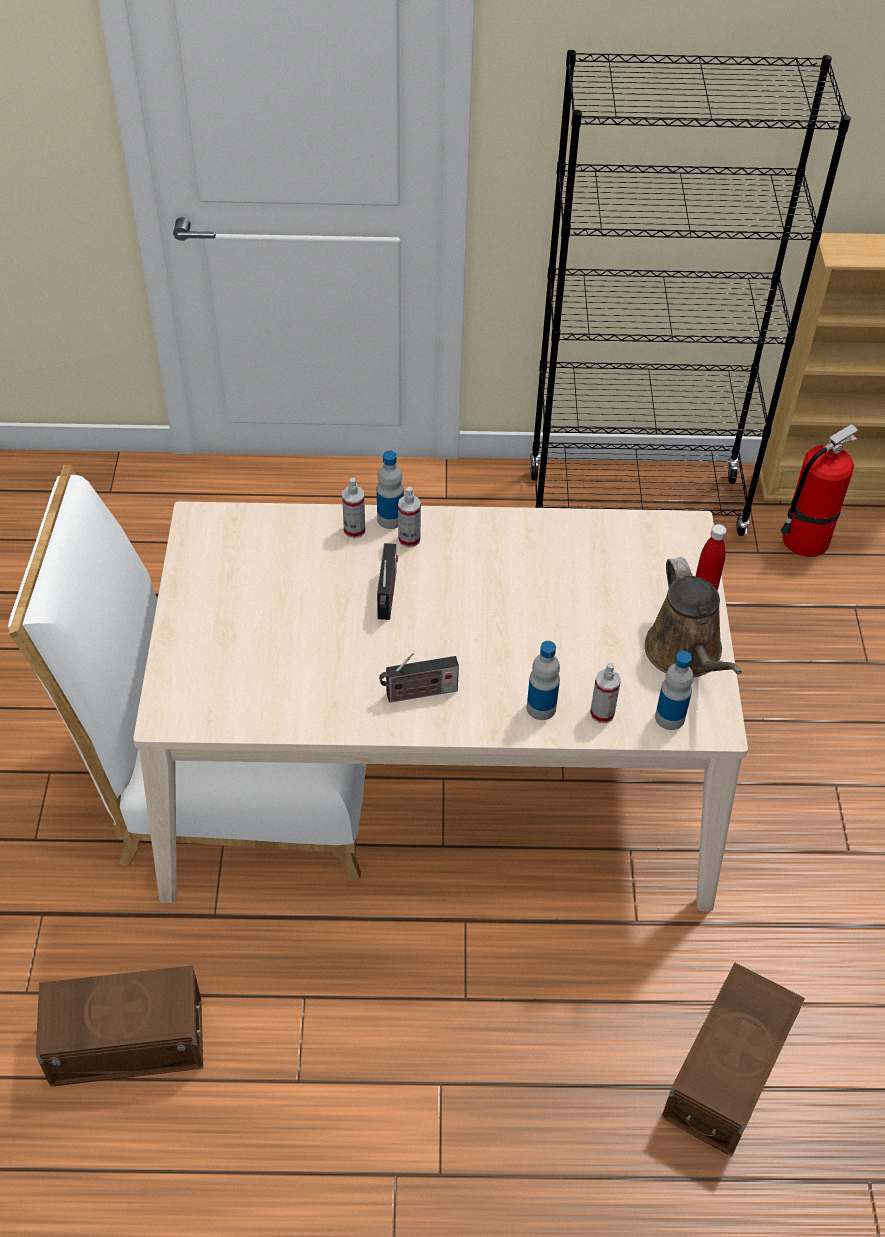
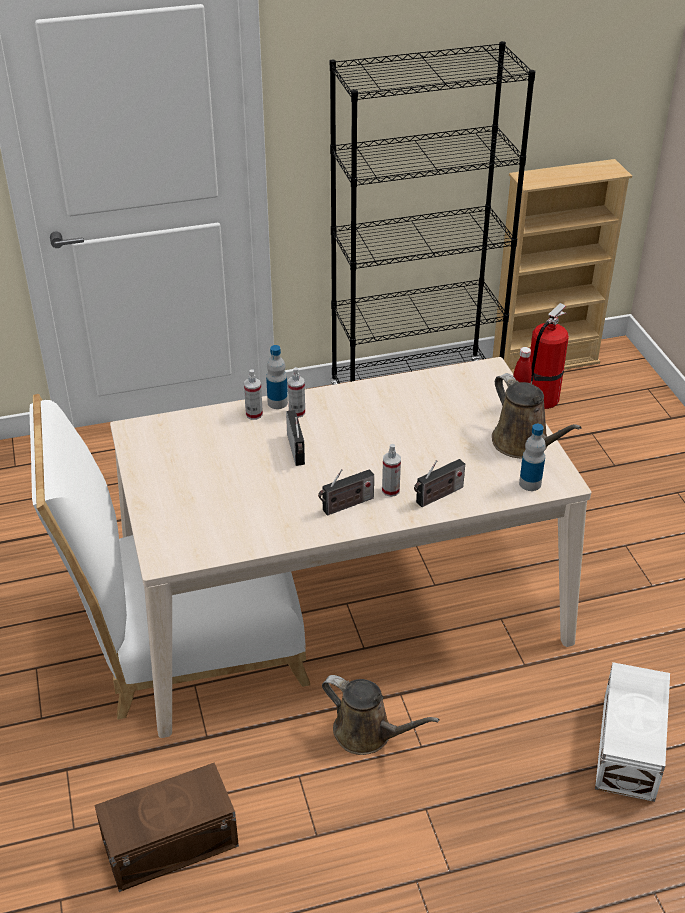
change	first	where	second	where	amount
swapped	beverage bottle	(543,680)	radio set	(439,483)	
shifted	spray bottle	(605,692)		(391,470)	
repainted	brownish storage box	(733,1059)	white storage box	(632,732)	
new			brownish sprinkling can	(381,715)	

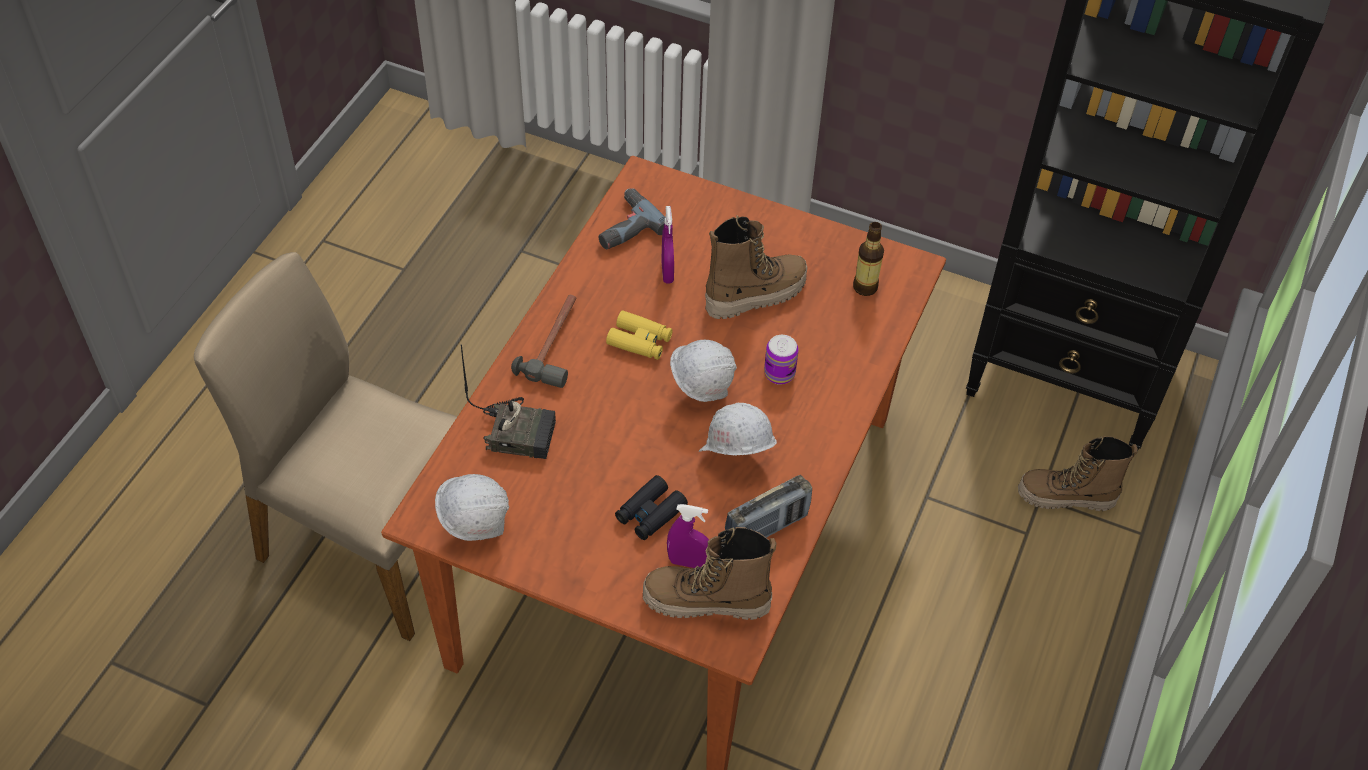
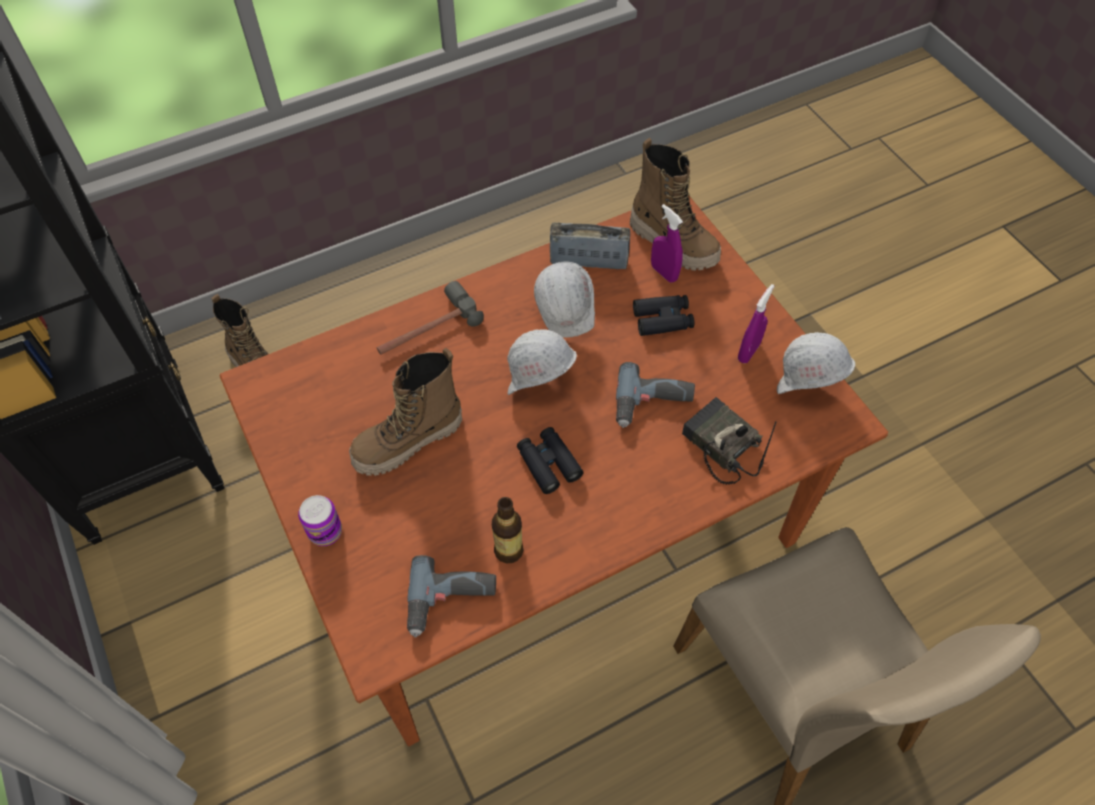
change	first	where	second	where	amount
shifted	purple-coloured spray bottle	(667,245)		(756,323)	
rotated	tall boot	(756,267)		(405,412)	45 degrees counterclockwise
shifted	beverage bottle	(868,259)		(508,530)	
shifted	hand hammer	(543,341)		(430,318)	
repainted	yellow binoculars	(639,335)	blackish binoculars	(550,460)	
shifted	can	(781,360)		(320,520)	
new			electric drill	(655,395)	

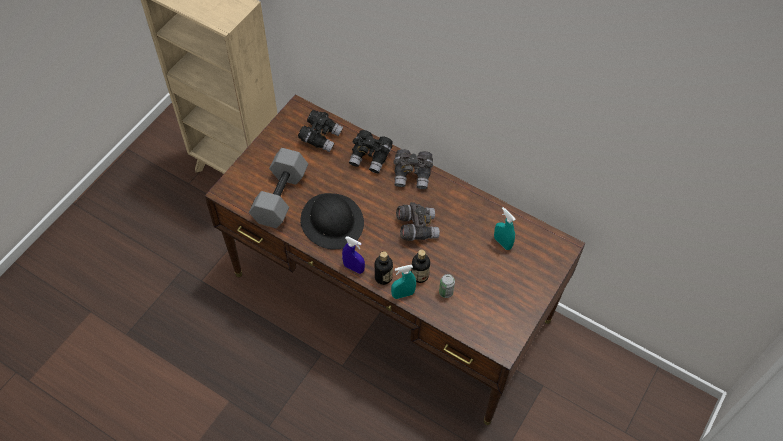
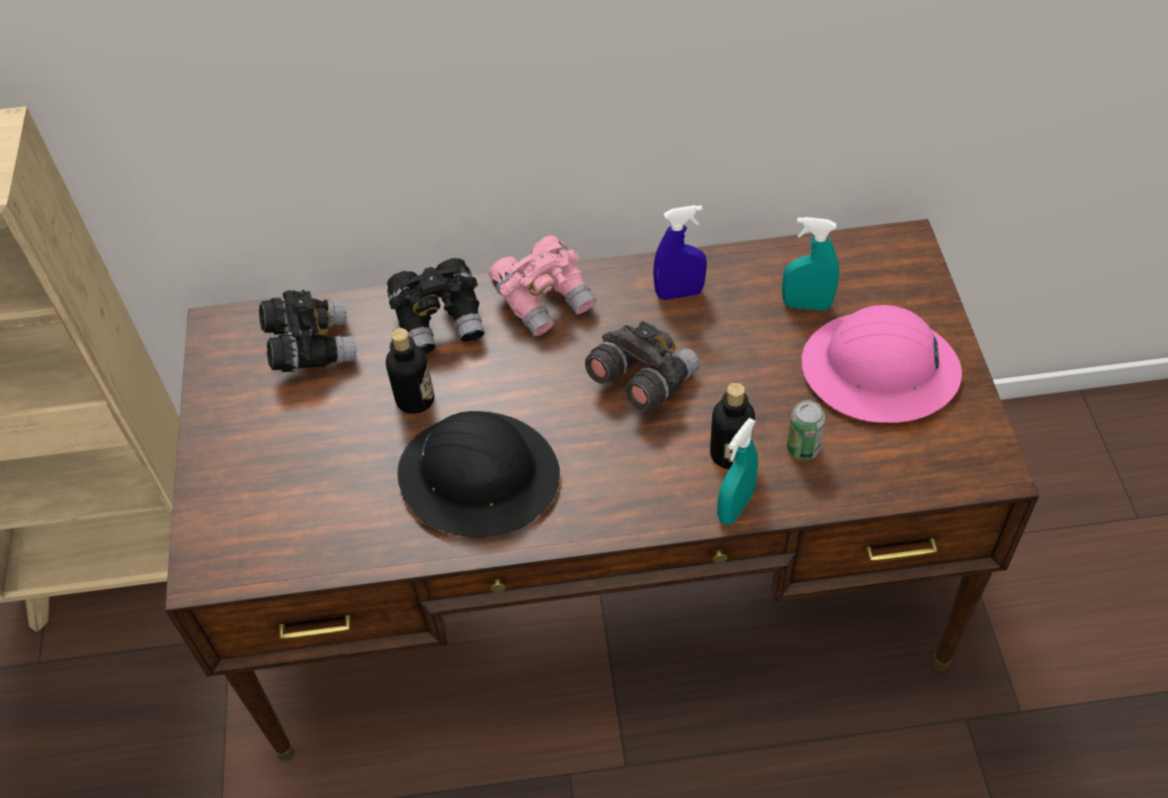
change	first	where	second	where	amount
gone	gray hand weight	(278,188)			
repainted	gray binoculars	(413,169)	pink binoculars	(542,286)	
shifted	blue spray bottle	(353,255)		(680,252)	
shifted	beverage bottle	(384,268)		(410,371)	
new			pink work helmet	(882,364)	

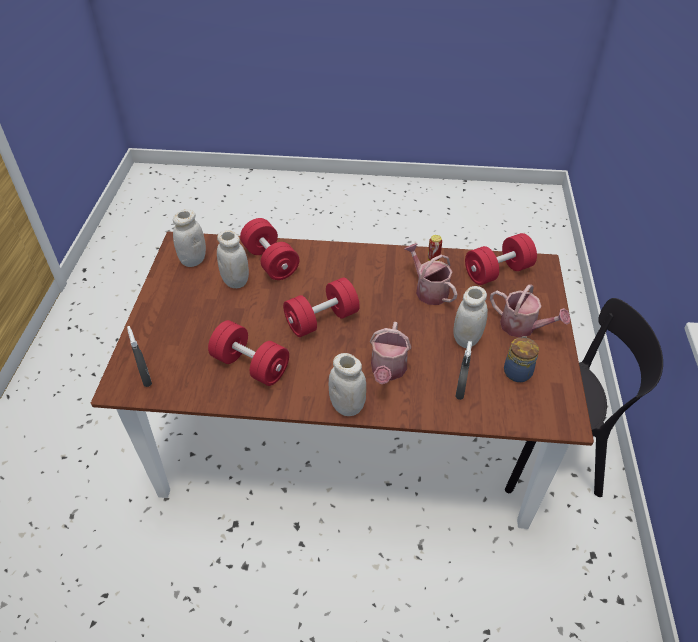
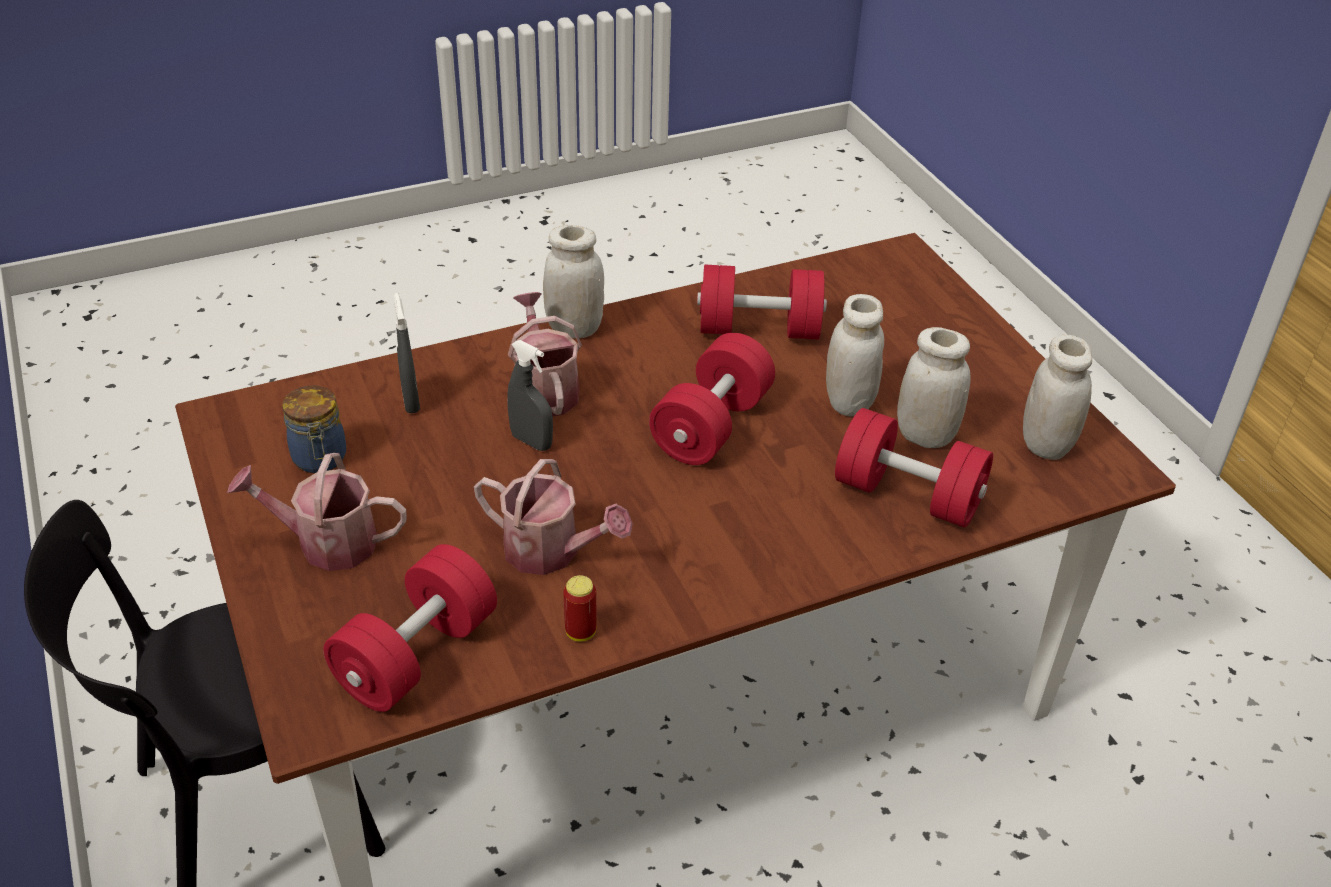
change	first	where	second	where	amount
shifted	white preserve jar	(471,317)		(855,355)	
shifted	gray spray bottle	(139,356)		(530,395)	

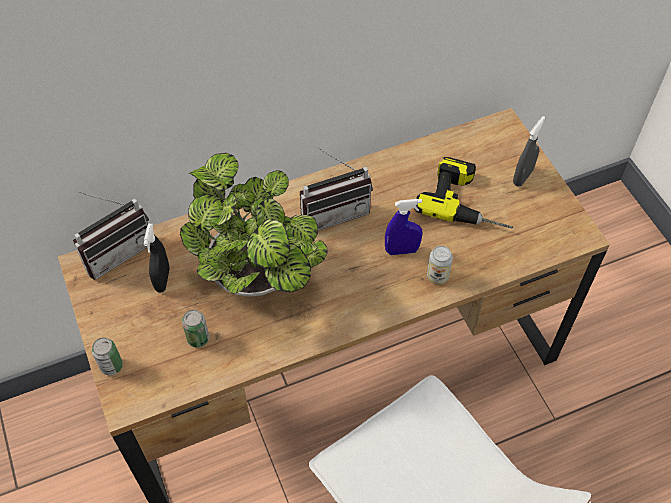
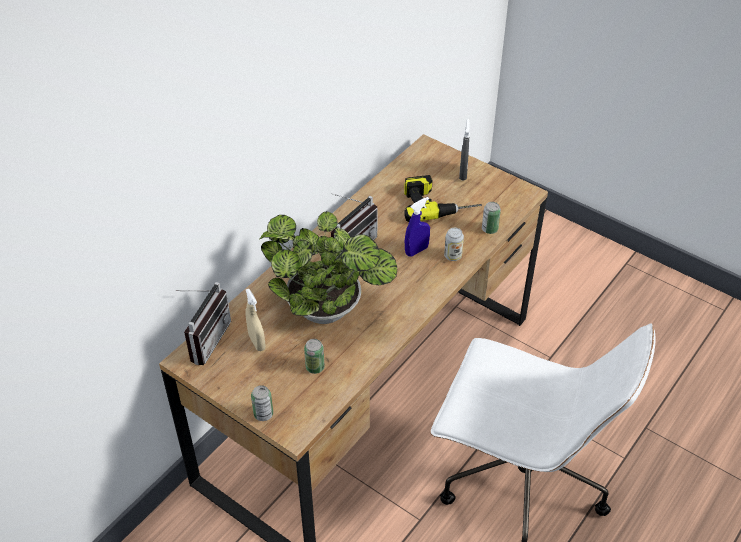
change	first	where	second	where	amount
repainted	blackish spray bottle	(157,258)	beige spray bottle	(255,320)	
new			can	(491,218)	

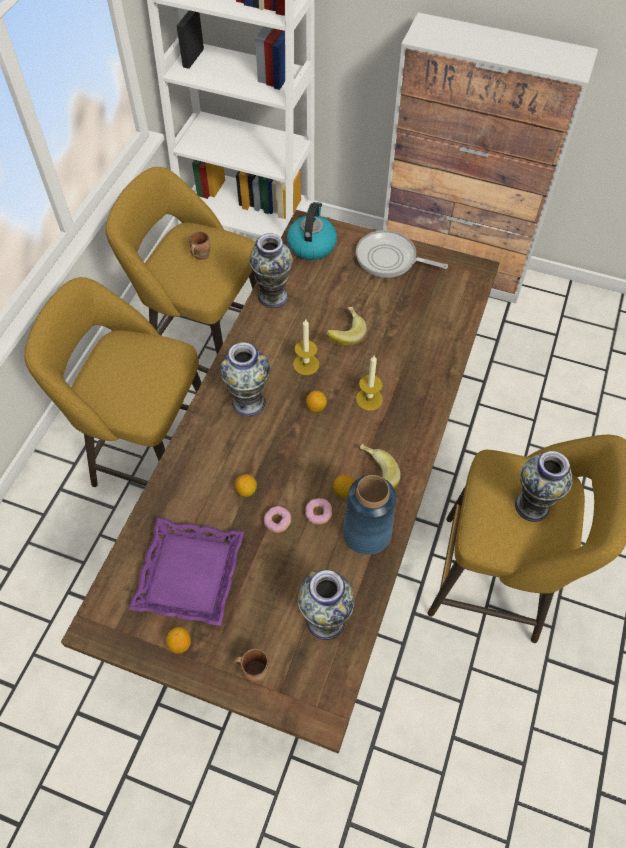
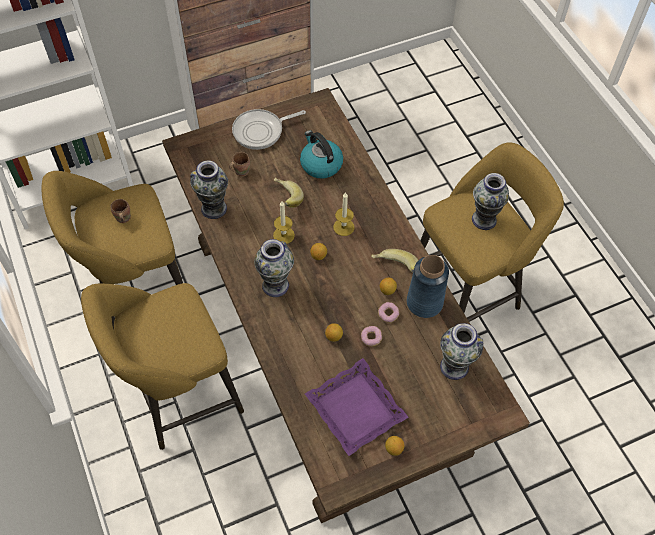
change	first	where	second	where	amount
shifted	kettle	(312,231)		(321,154)	
shifted	brownish mug	(251,665)		(239,164)	

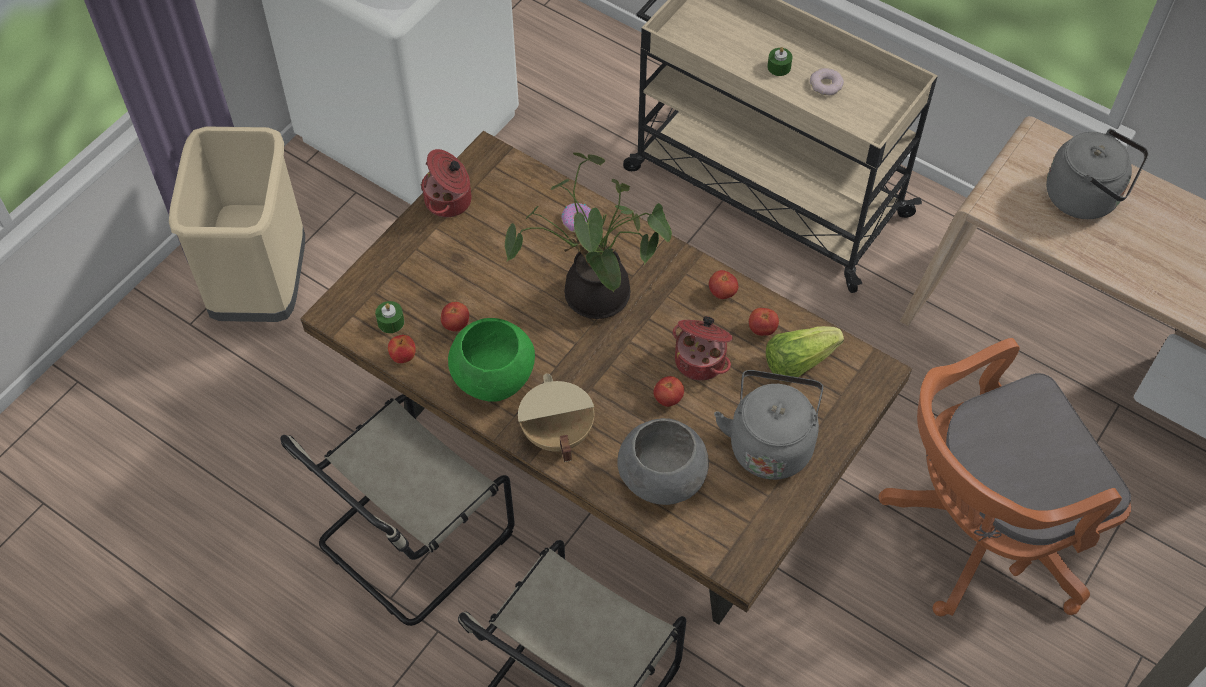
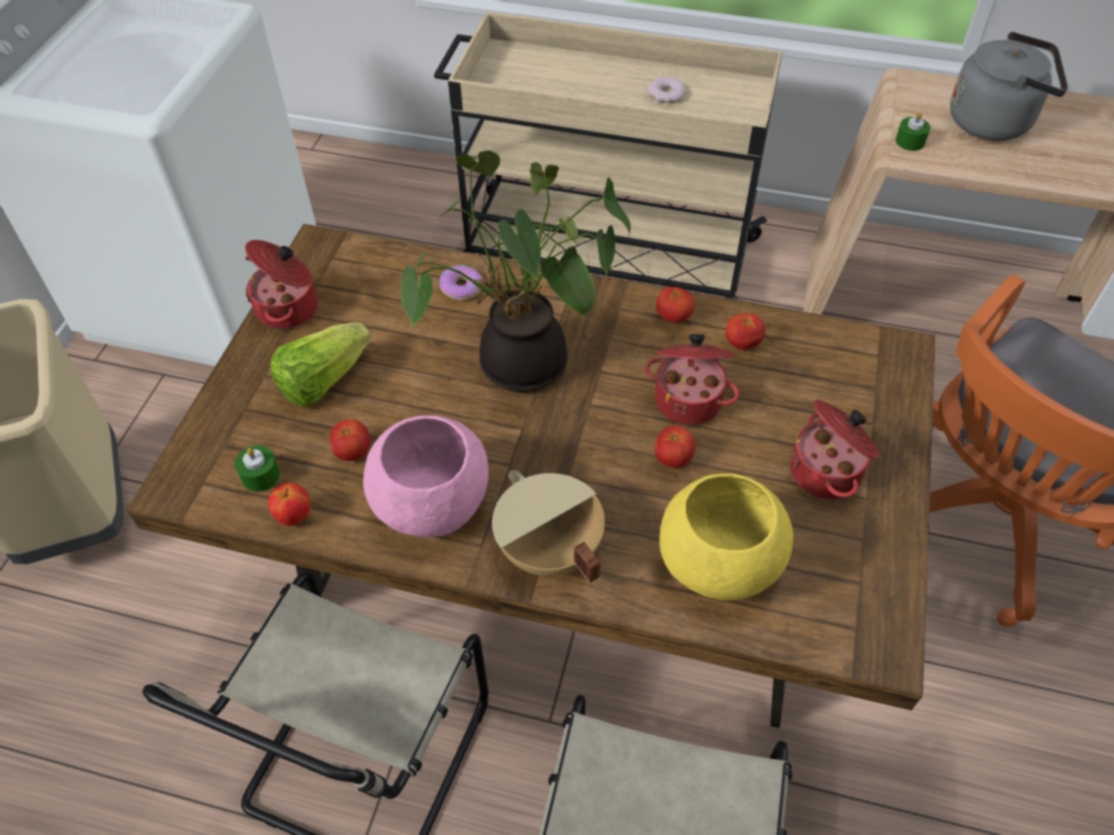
change	first	where	second	where	amount
shifted	greenish candle	(780,61)		(912,131)	
repainted	greenish serving bowl	(491,360)	pink serving bowl	(426,476)	
shifted	lettuce head	(805,351)		(320,365)	
swapped	gray kettle	(768,425)	cooking pot	(834,449)	
repainted	gray serving bowl	(663,461)	yellow serving bowl	(726,536)	

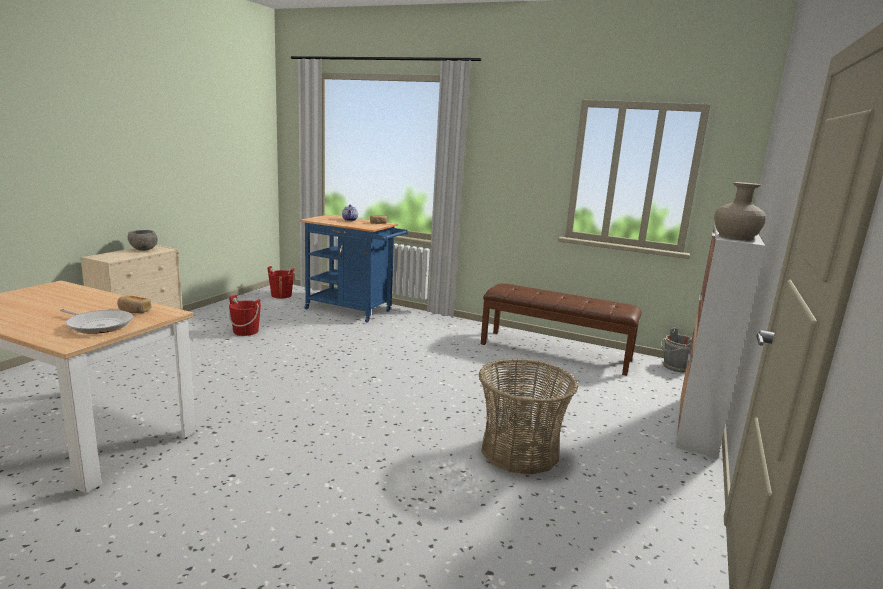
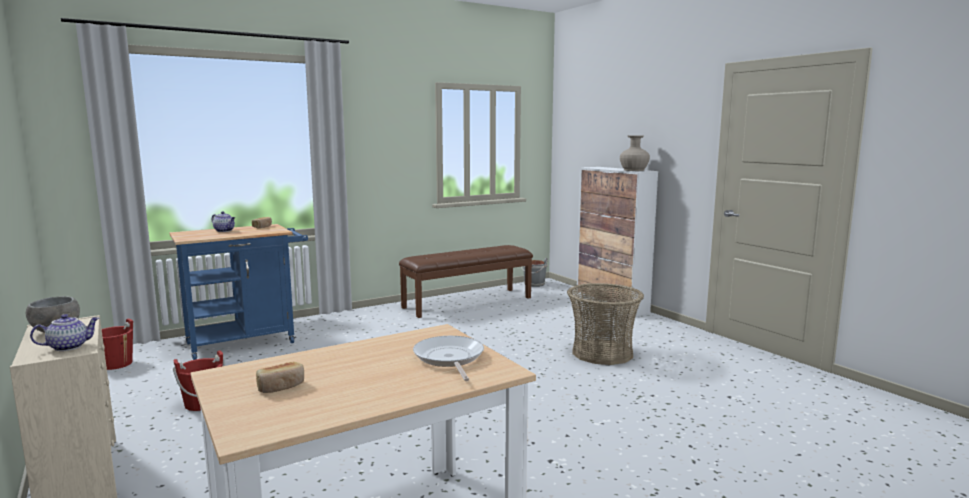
change	first	where	second	where	amount
shifted	baked bread	(134,304)		(280,377)	
rotated	skillet	(96,321)		(448,358)	75 degrees counterclockwise
new			pot for tea	(64,332)	

